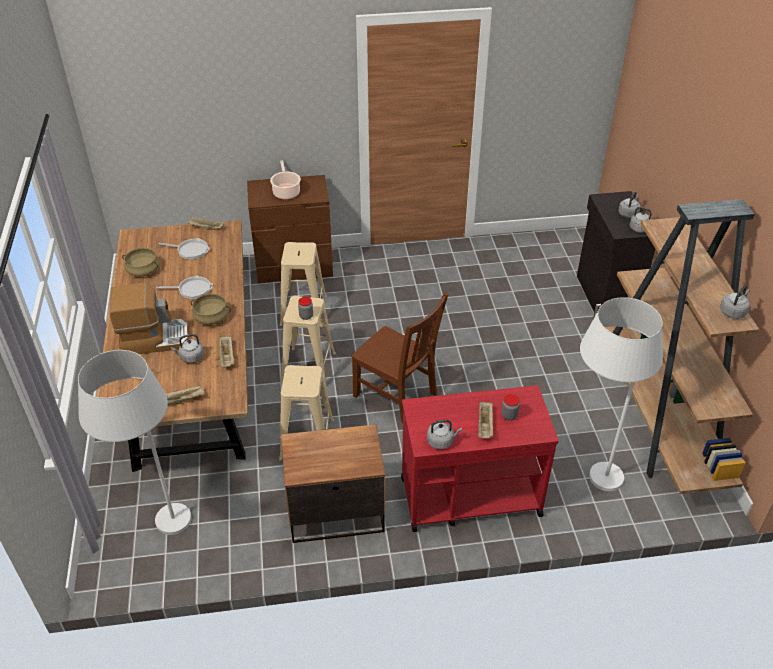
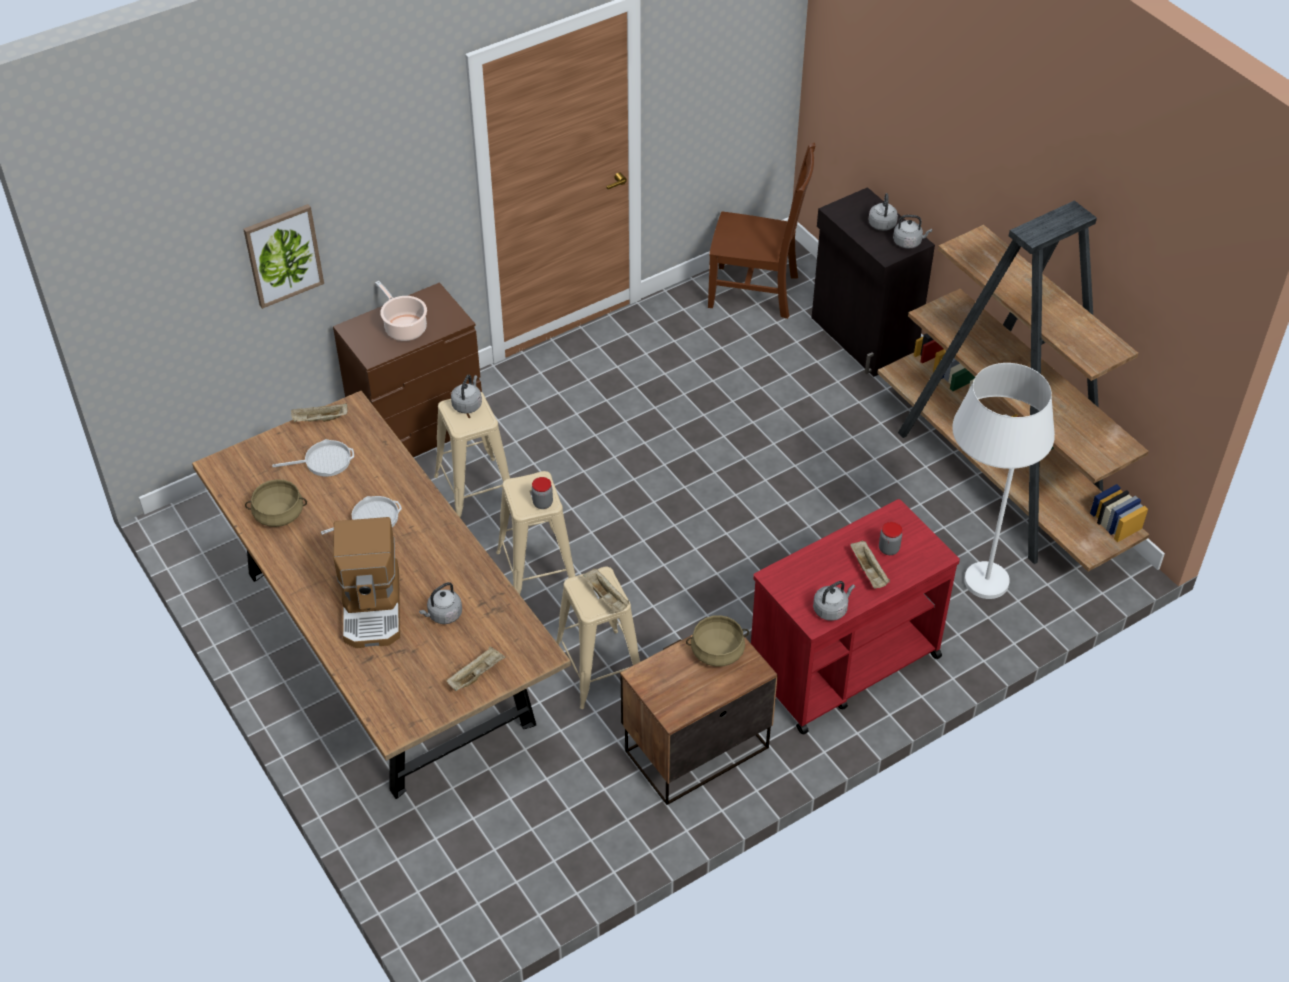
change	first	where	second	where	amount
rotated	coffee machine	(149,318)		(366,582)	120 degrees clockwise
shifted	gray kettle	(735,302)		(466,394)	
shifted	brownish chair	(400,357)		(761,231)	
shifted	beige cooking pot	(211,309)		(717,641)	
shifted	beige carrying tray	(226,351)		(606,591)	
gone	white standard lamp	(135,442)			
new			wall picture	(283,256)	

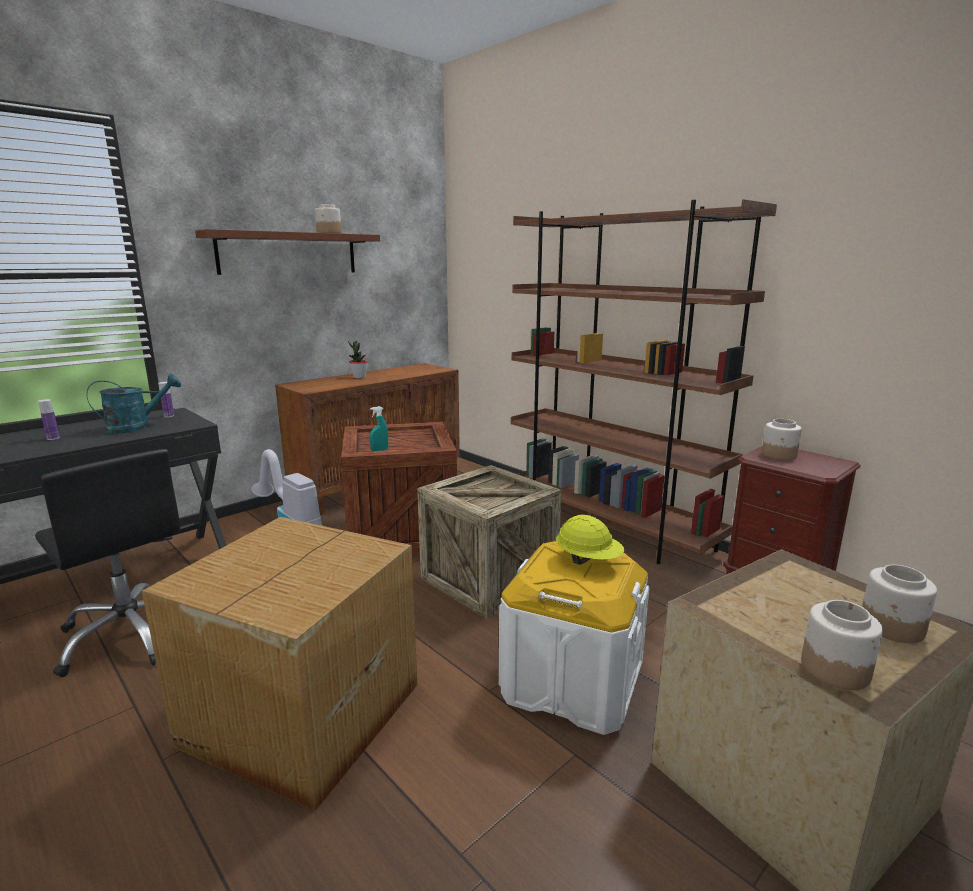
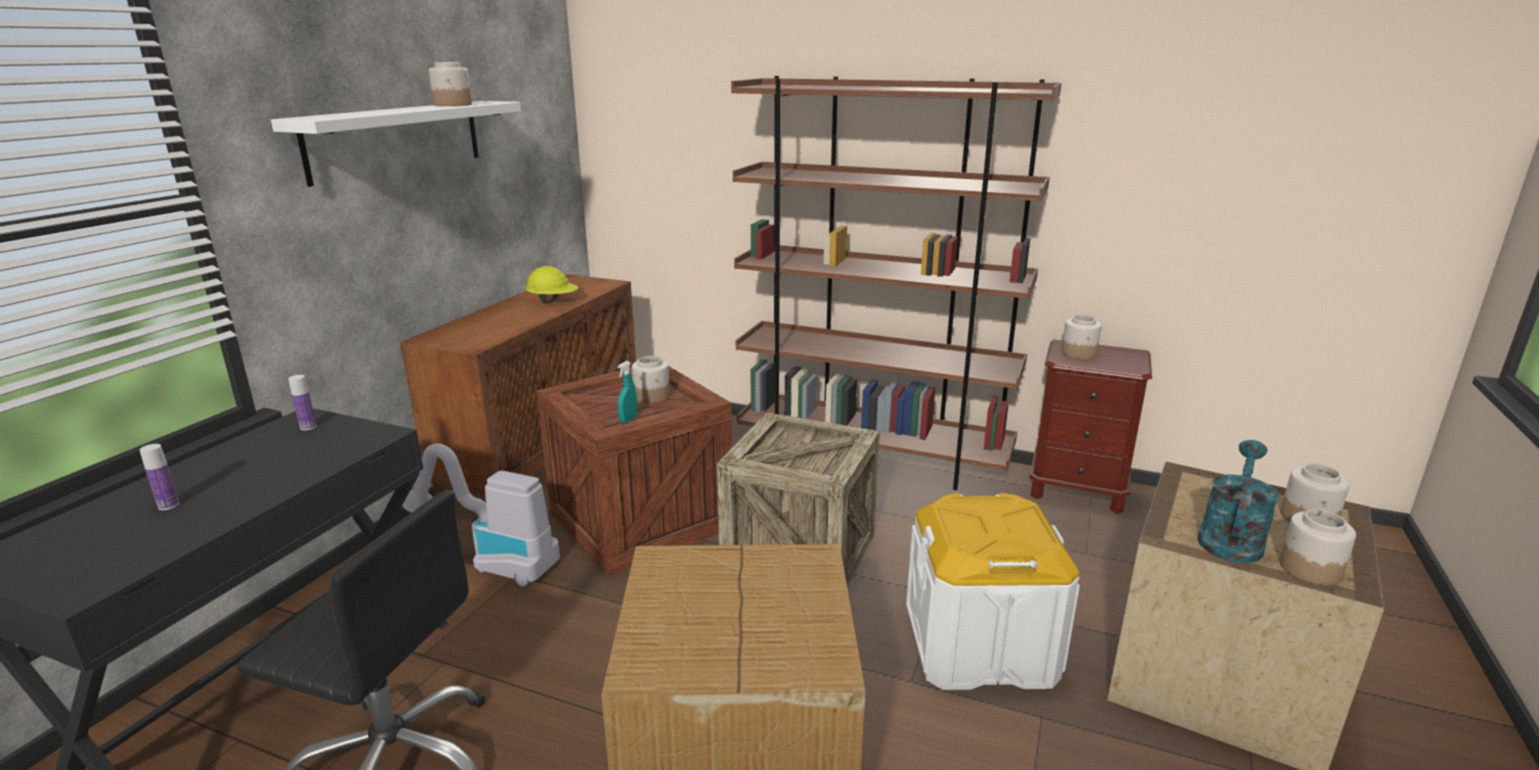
change	first	where	second	where	amount
repainted	brownish wall shelf	(287,252)	white wall shelf	(396,144)	
gone	potted plant	(358,360)			
shifted	blue-green sprinkling can	(134,404)		(1238,501)	
shifted	yellow work helmet	(590,540)		(551,284)	
new			preserve jar	(651,379)	

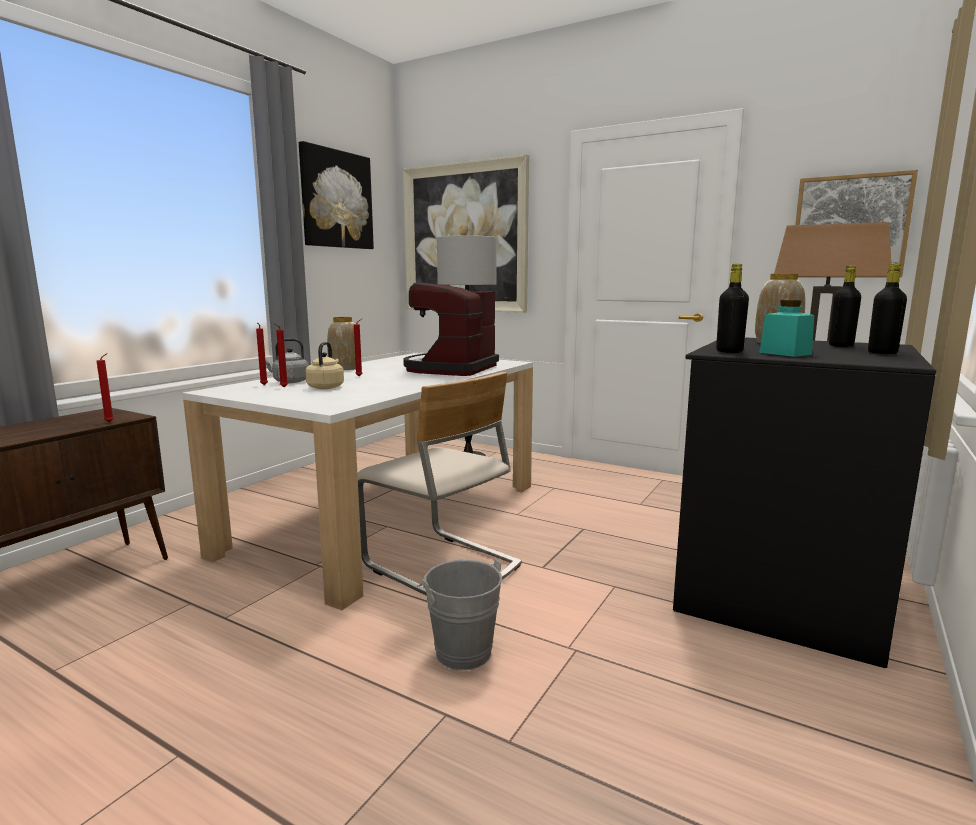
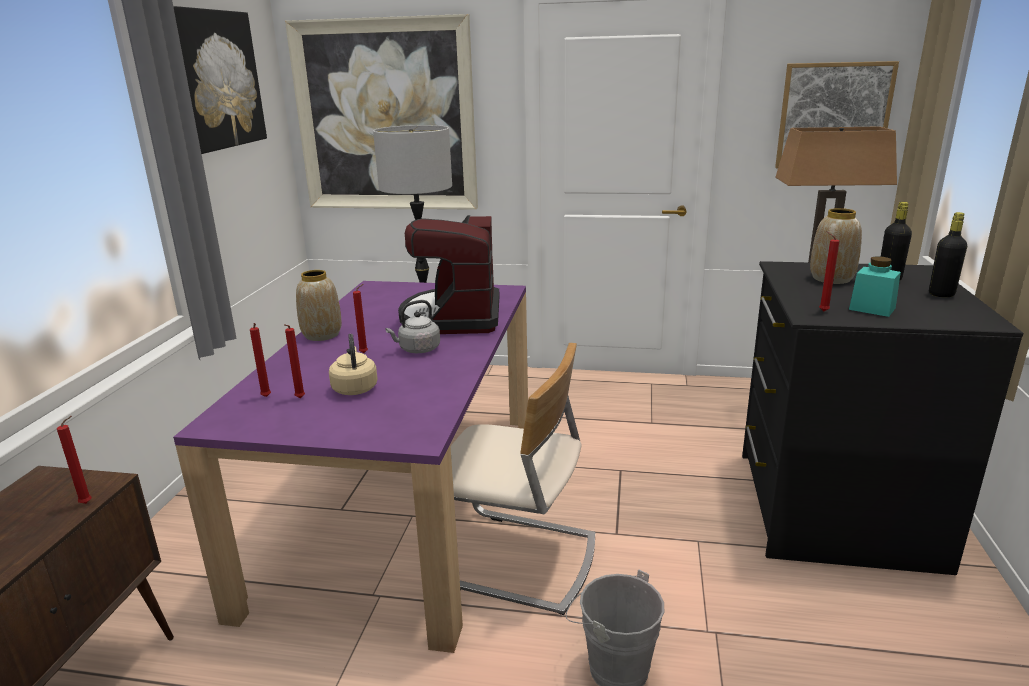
change	first	where	second	where	amount
swapped	blackish beverage bottle	(732,308)	reddish candle	(829,271)	
shifted	gray kettle	(287,360)		(412,326)	
repainted	white dining table	(357,481)	purple-coloured dining table	(350,467)	

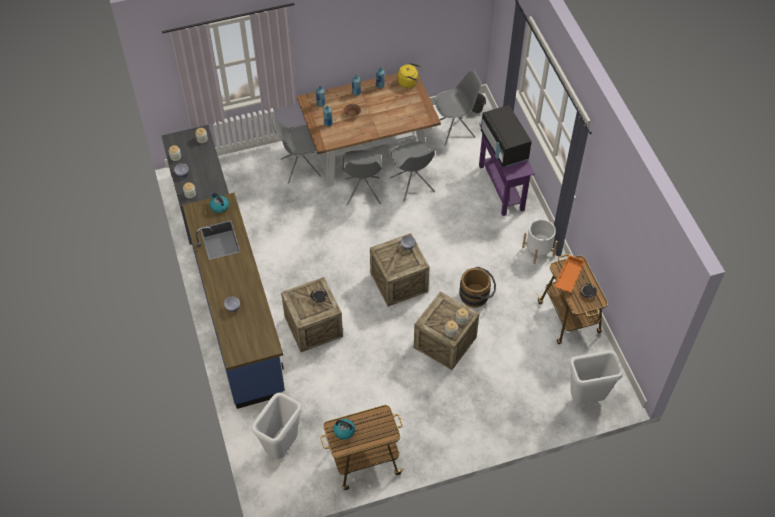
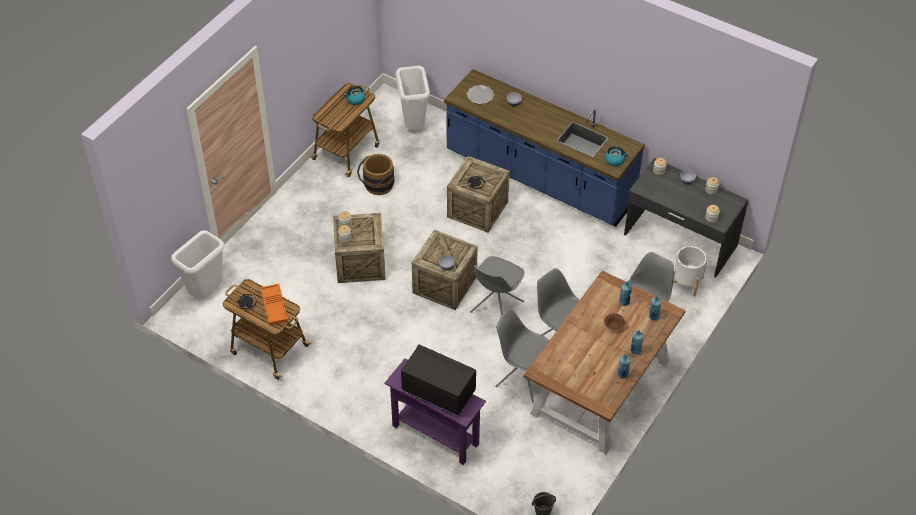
change	first	where	second	where	amount
gone	yellow kettle	(409,75)			
shifted	gray chair	(458,108)		(497,286)	
shifted	white plant pot	(540,241)		(690,271)	
shifted	brownish pail	(477,287)		(375,174)	
new			dinner plate	(480,94)	

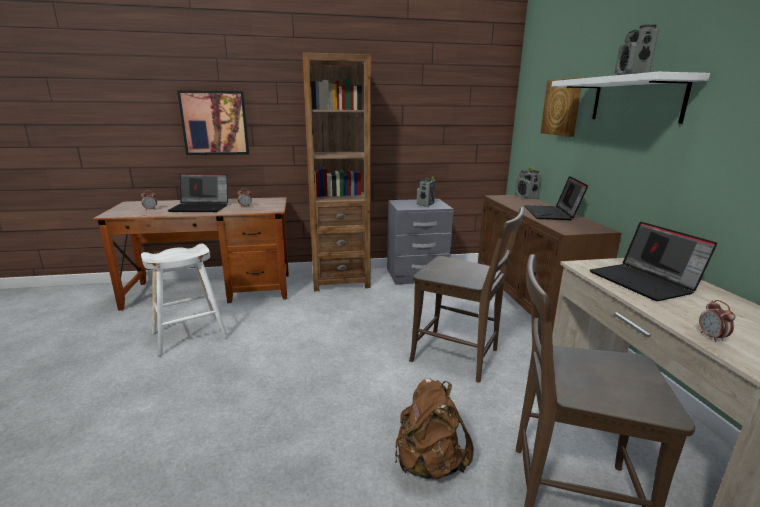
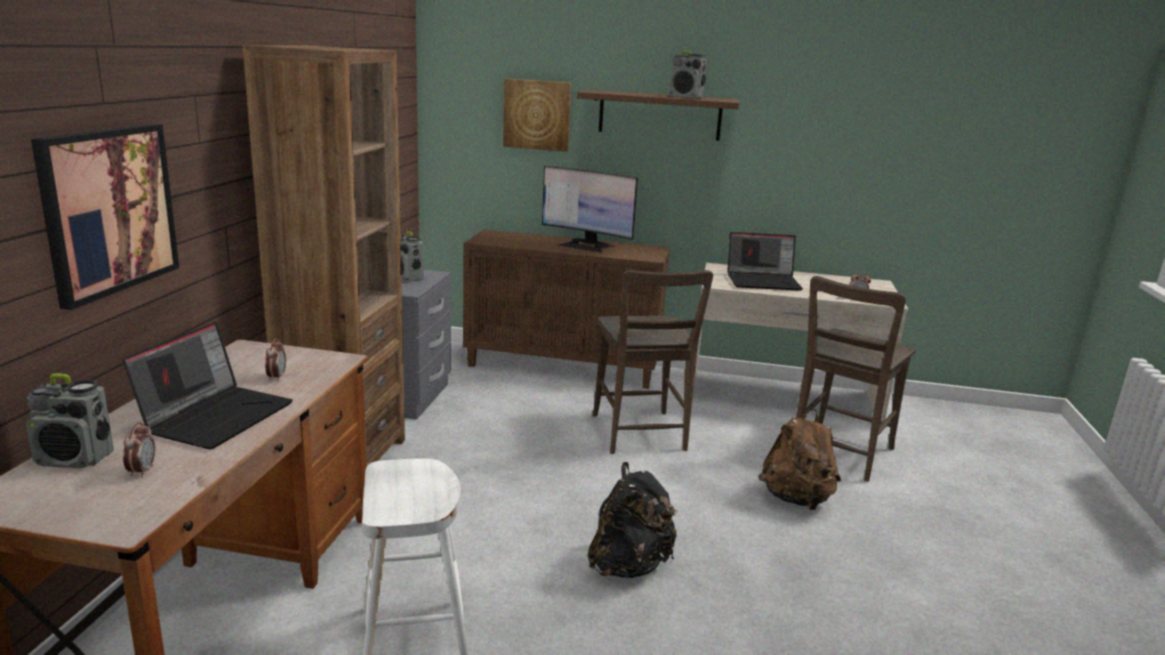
change	first	where	second	where	amount
repainted	white wall shelf	(631,98)	brownish wall shelf	(658,115)	
shifted	radio set	(528,183)		(70,420)	
swapped	portable computer	(556,198)	computer display	(590,209)	
rotated	brownish chair	(466,295)		(653,362)	120 degrees clockwise
new			blackish rucksack	(632,520)	

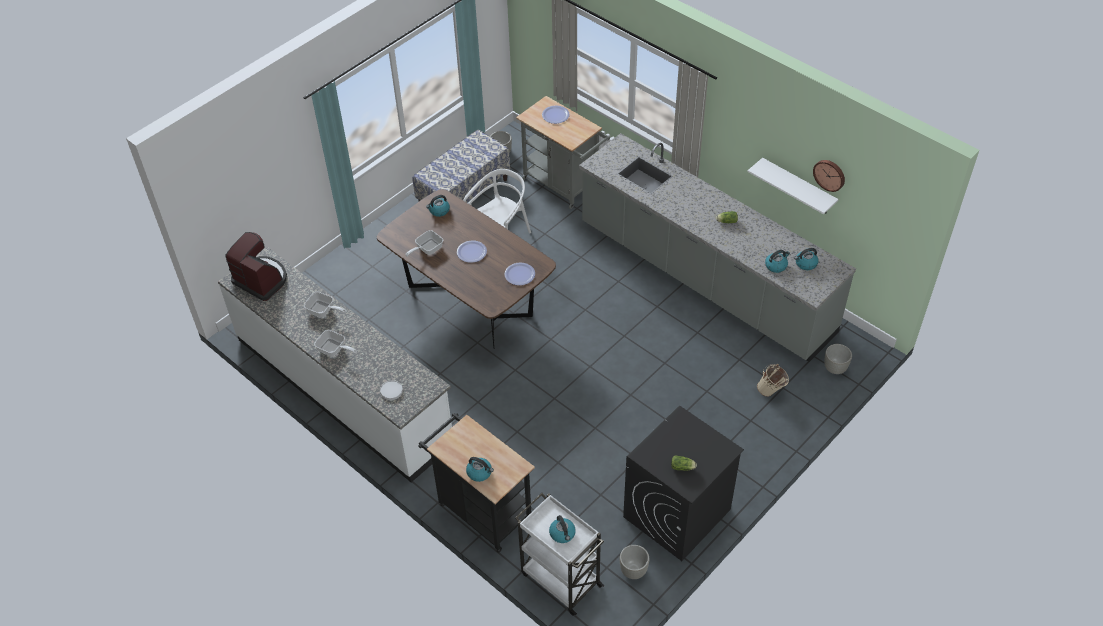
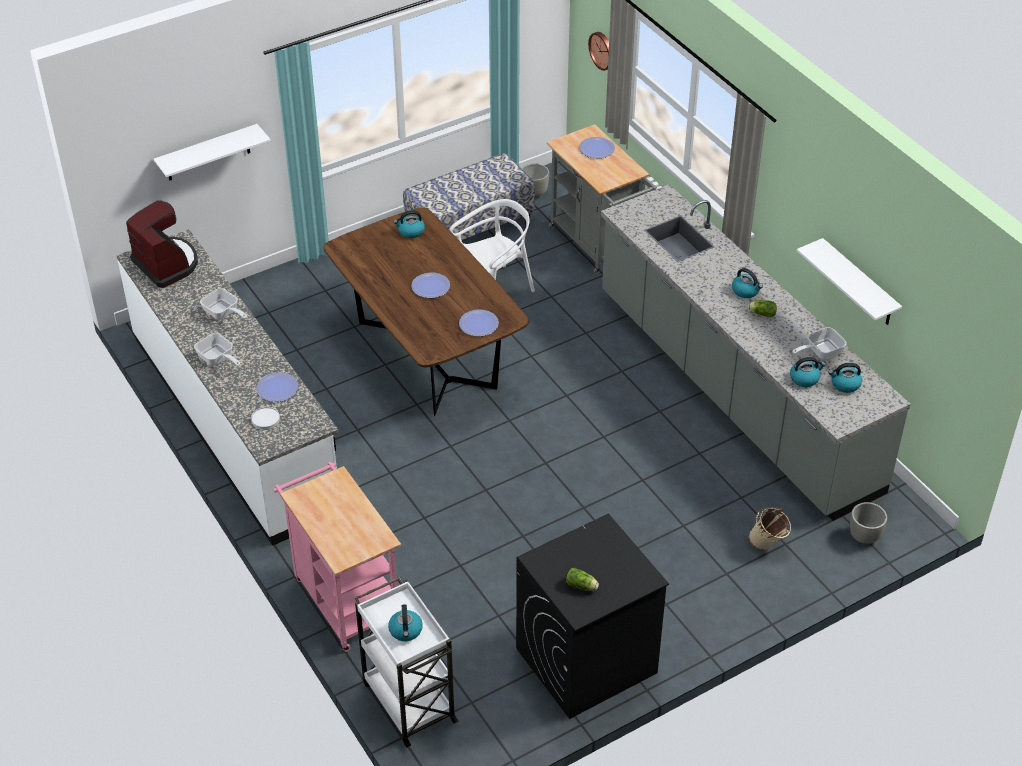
change	first	where	second	where	amount
shifted	clock on the wall	(829,176)		(598,51)	
shifted	skillet	(424,243)		(820,343)	
repainted	blackish trolley	(476,483)	pink trolley	(337,556)	
shifted	kettle	(480,469)		(747,283)	
gone	gray plant pot	(634,562)			
new			white wall shelf	(212,152)	
new			dinner plate	(277,387)	

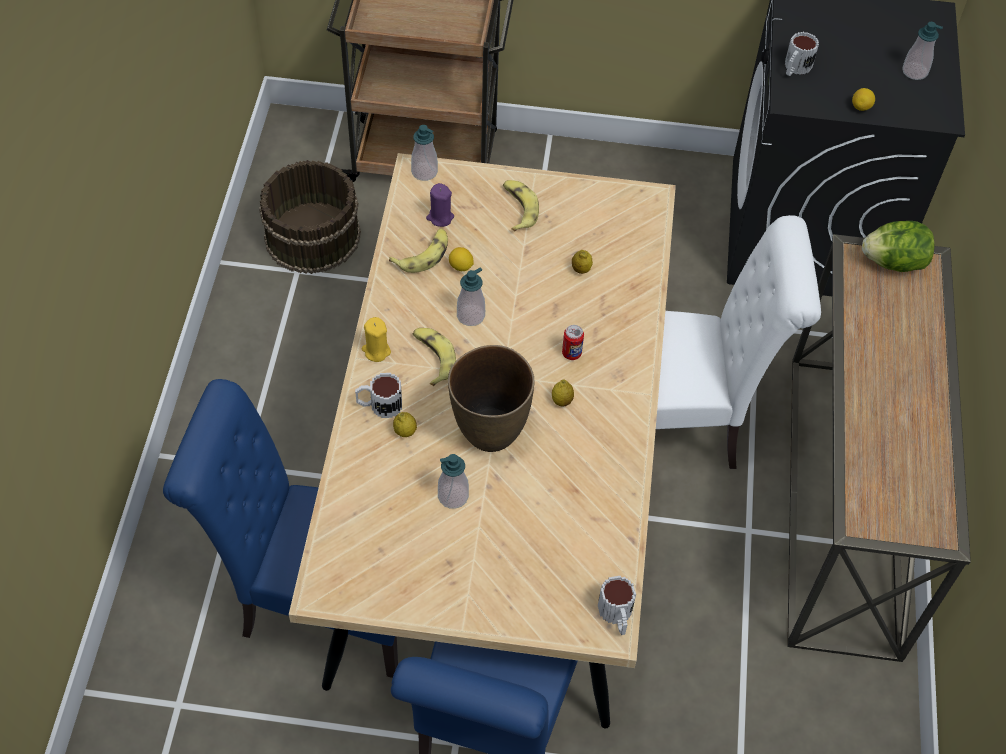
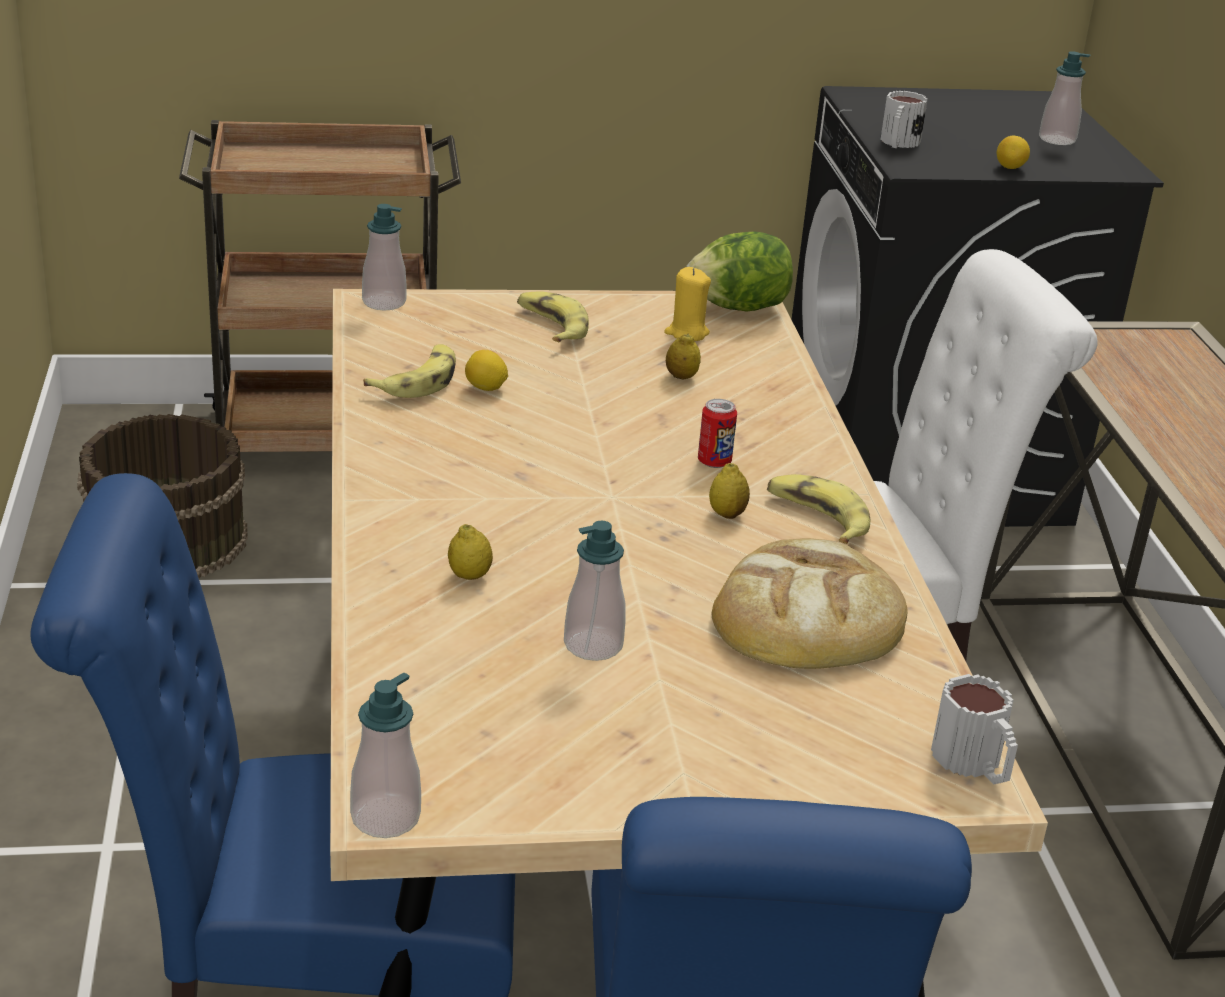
change	first	where	second	where	amount
gone	purple-coloured candle	(440,205)			
shifted	lettuce head	(898,246)		(739,271)	
shifted	soap dispenser	(471,297)		(385,755)	
shifted	yellow candle	(376,339)		(687,304)	
shifted	whole banana	(434,357)		(818,509)	
gone	brownish flower vase	(491,398)			
gone	mug	(378,395)			
new			baked bread	(810,603)	

